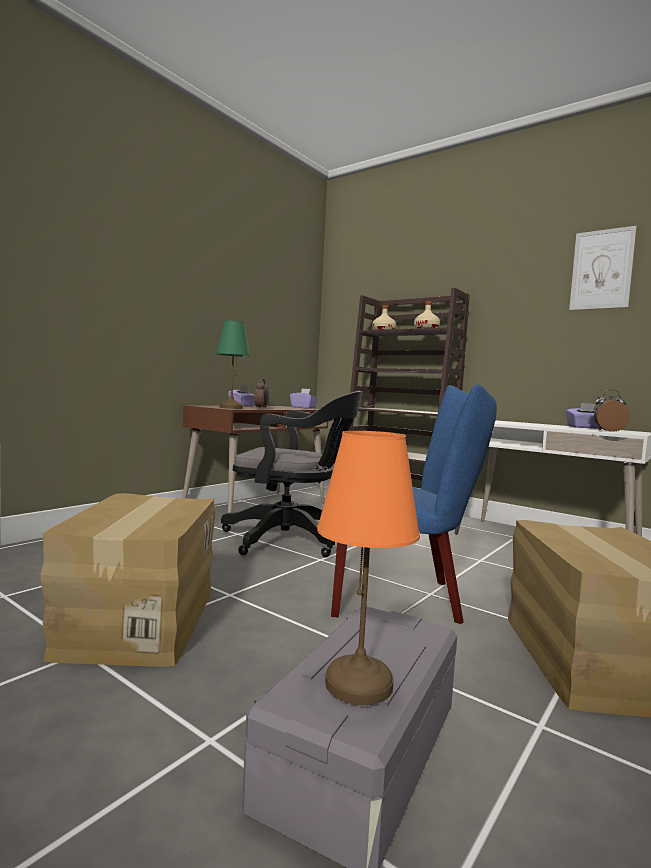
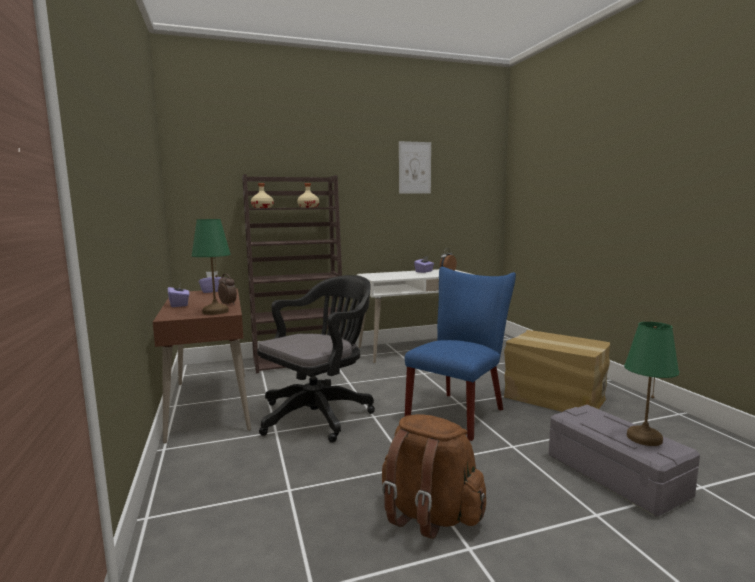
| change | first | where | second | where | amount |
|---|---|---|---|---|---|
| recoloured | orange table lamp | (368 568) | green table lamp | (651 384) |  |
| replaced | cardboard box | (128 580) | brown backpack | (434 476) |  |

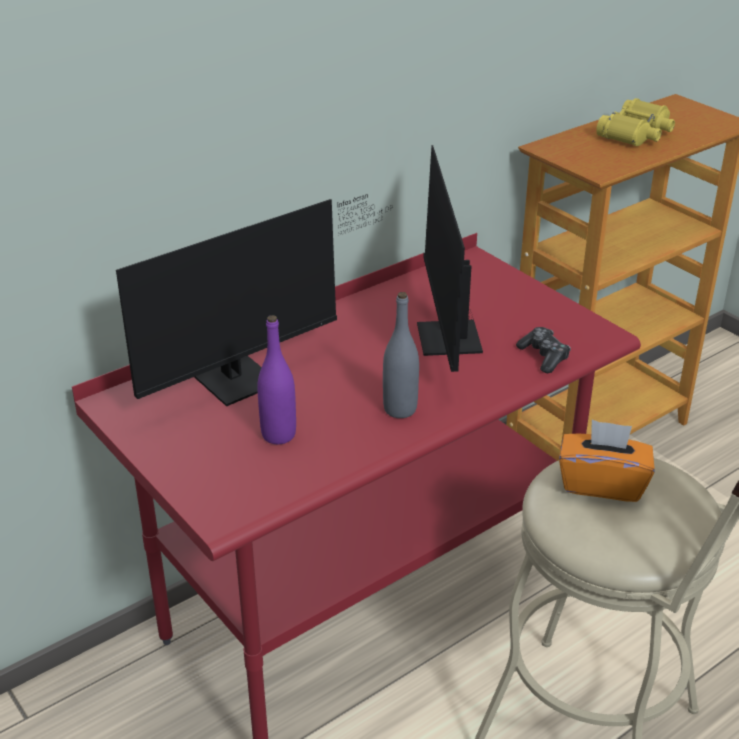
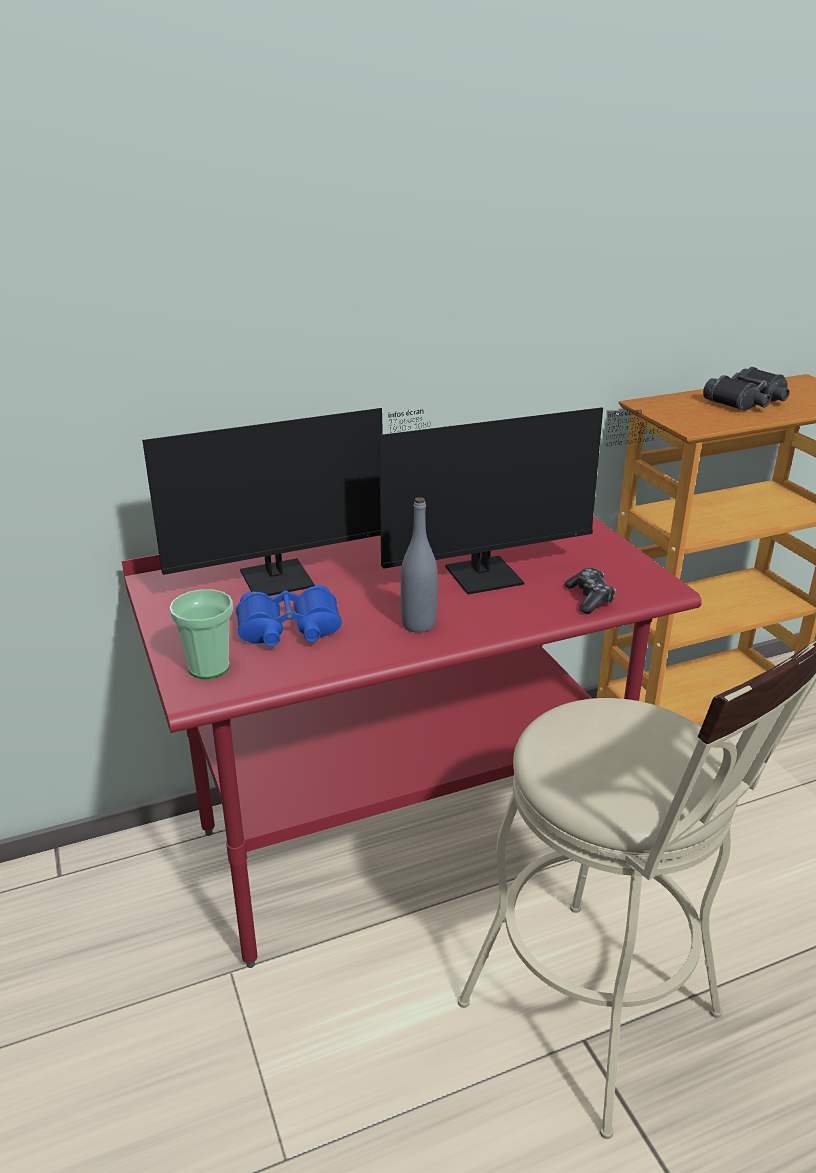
| change | first | where | second | where | amount |
|---|---|---|---|---|---|
| recoloured | yellow binoculars | (635 122) | black binoculars | (746 389) |  |
| turned | monitor | (450 258) |  | (522 501) | 120 degrees counterclockwise |
| replaced | purple bottle | (276 379) | blue binoculars | (289 615) |  |
| removed | orange tissue box | (607 460) |  |  |  |
| added |  |  | cup | (201 634) |  |

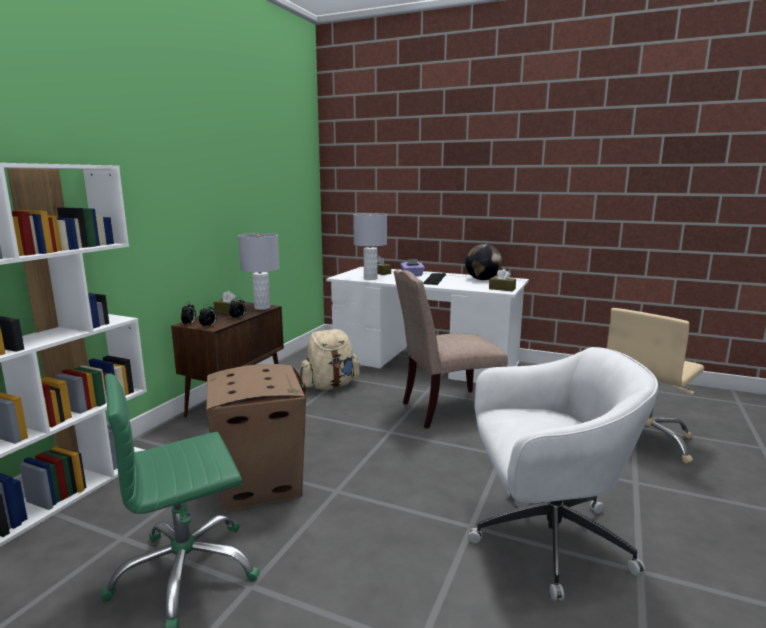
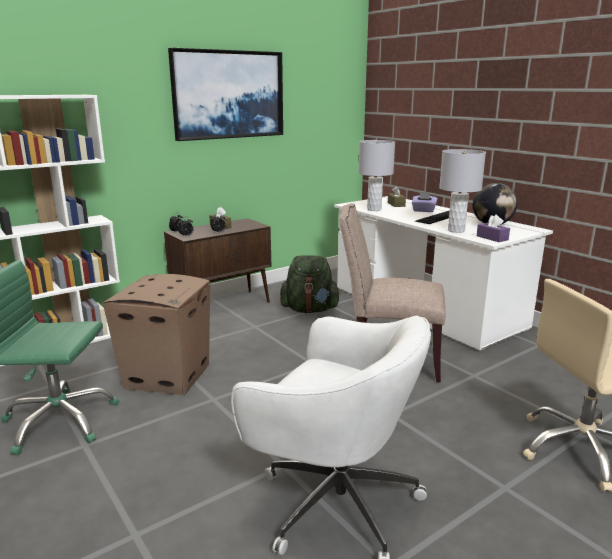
| change | first | where | second | where | amount |
|---|---|---|---|---|---|
| moved | grey table lamp | (259 271) |  | (462 191) |  |
| recoloured | brown tissue box | (502 280) | purple tissue box | (493 228) |  |
| recoloured | beige backpack | (330 359) | green backpack | (310 284) |  |
| added |  |  | picture | (225 94) |  |

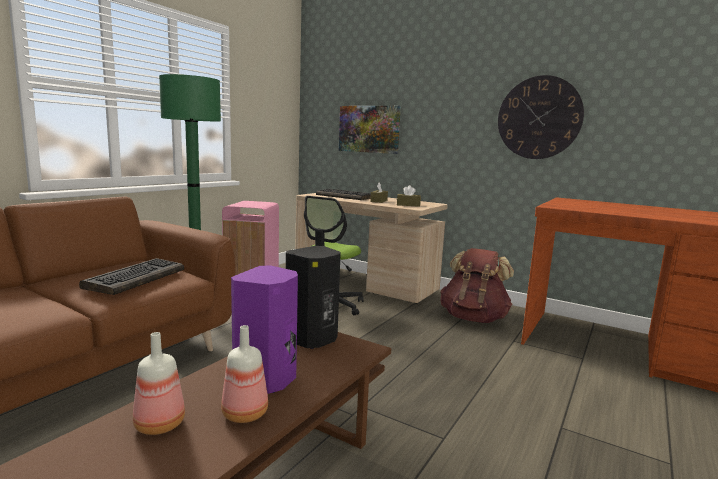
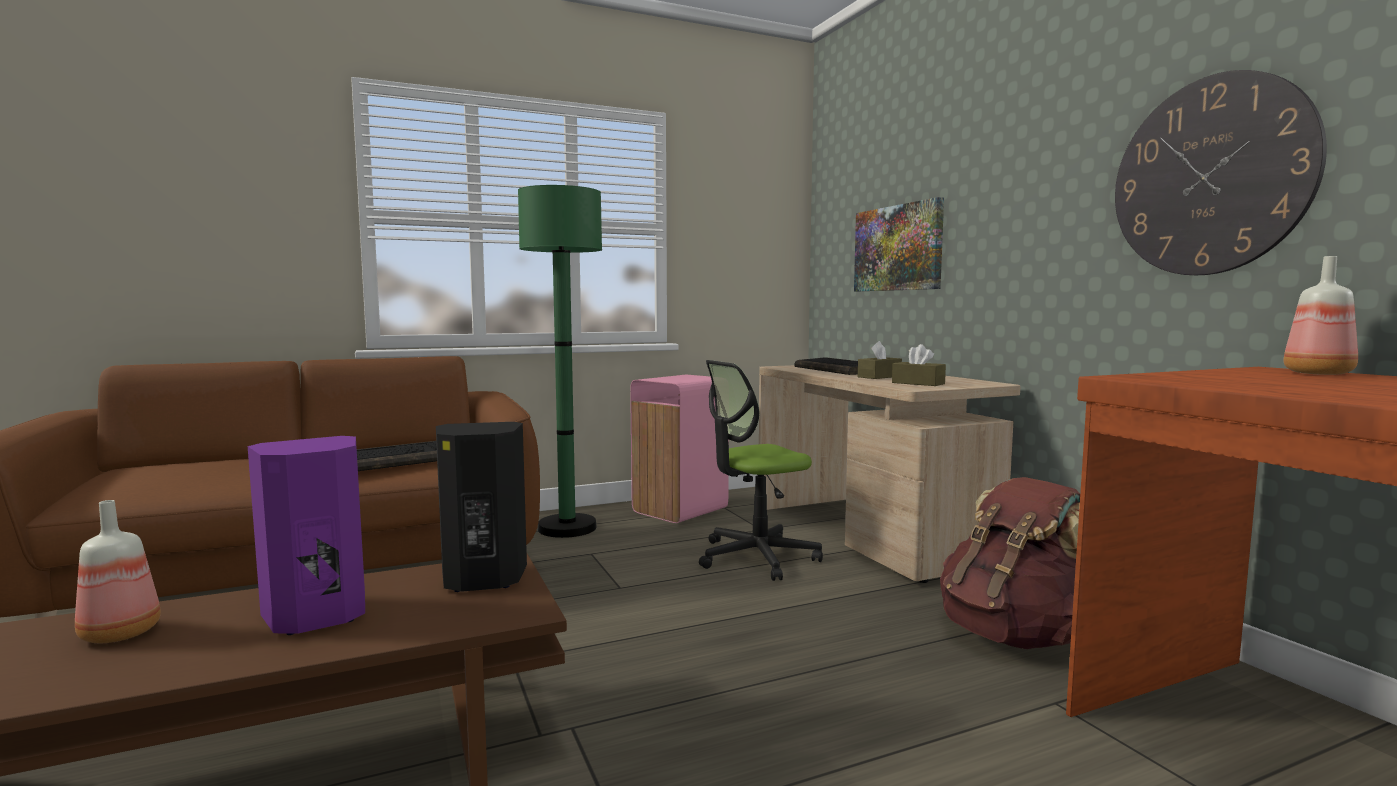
| change | first | where | second | where | amount |
|---|---|---|---|---|---|
| moved | bottle | (244 374) |  | (1320 315) |  |

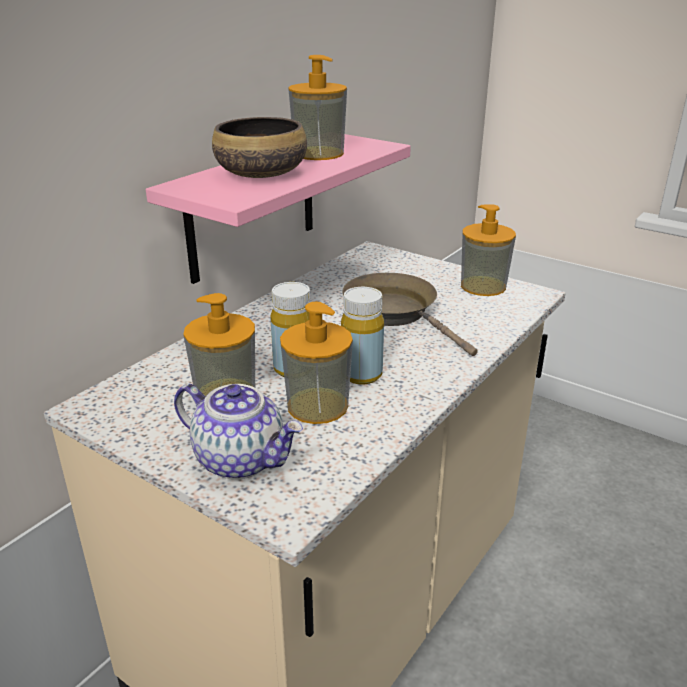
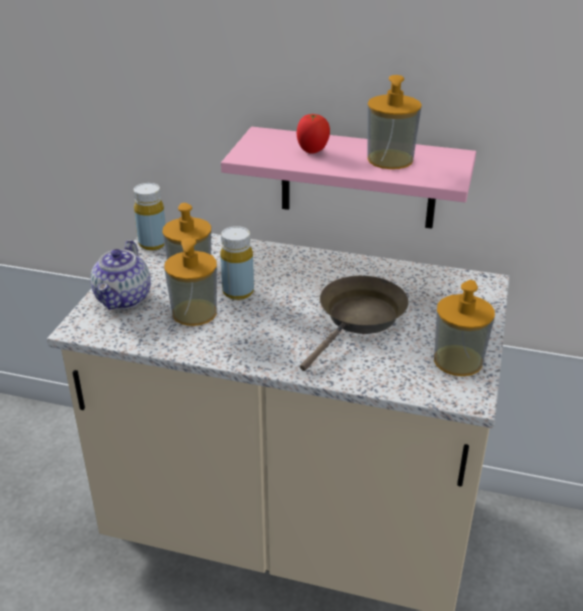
| change | first | where | second | where | amount |
|---|---|---|---|---|---|
| replaced | bowl | (259 147) | tomato | (313 134) |  |
| moved | yellow bottle | (362 336) |  | (150 216) |  |

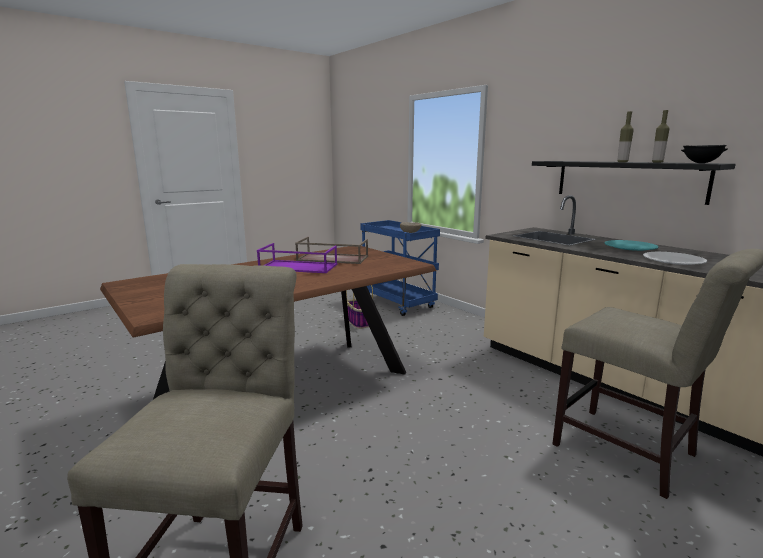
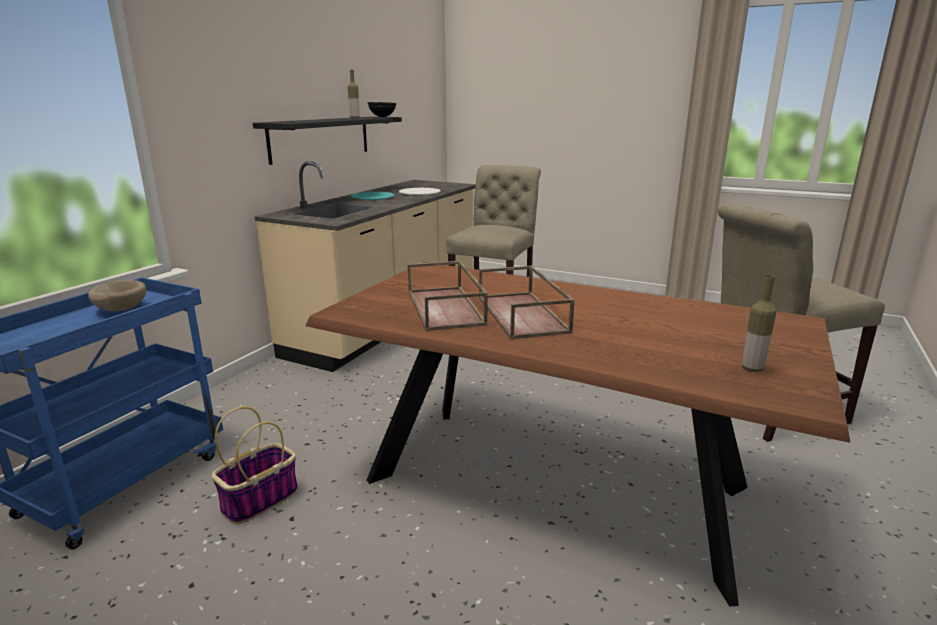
| change | first | where | second | where | amount |
|---|---|---|---|---|---|
| moved | bottle | (625 136) |  | (759 323) |  |
| recoloured | purple tray | (297 258) | brown tray | (527 302) |  |

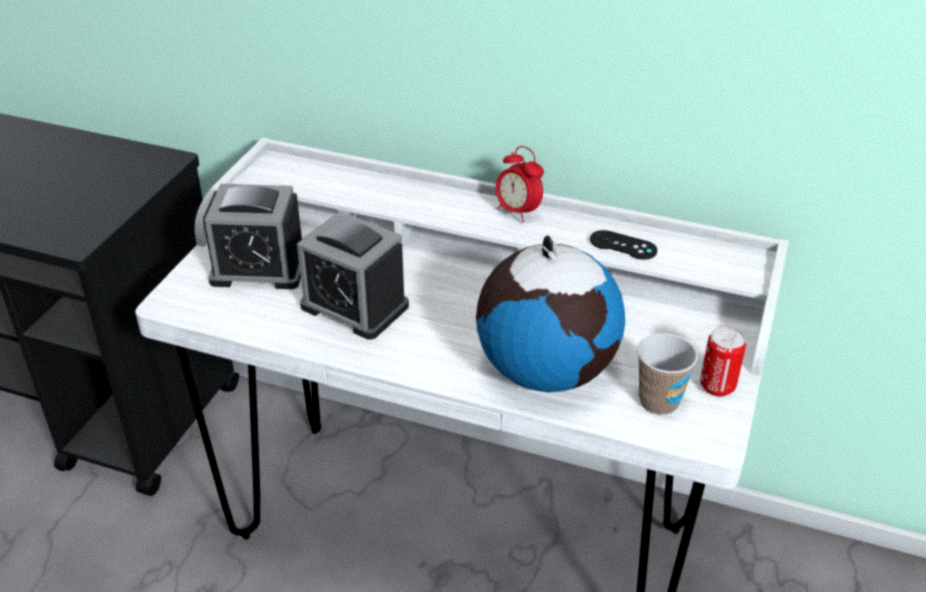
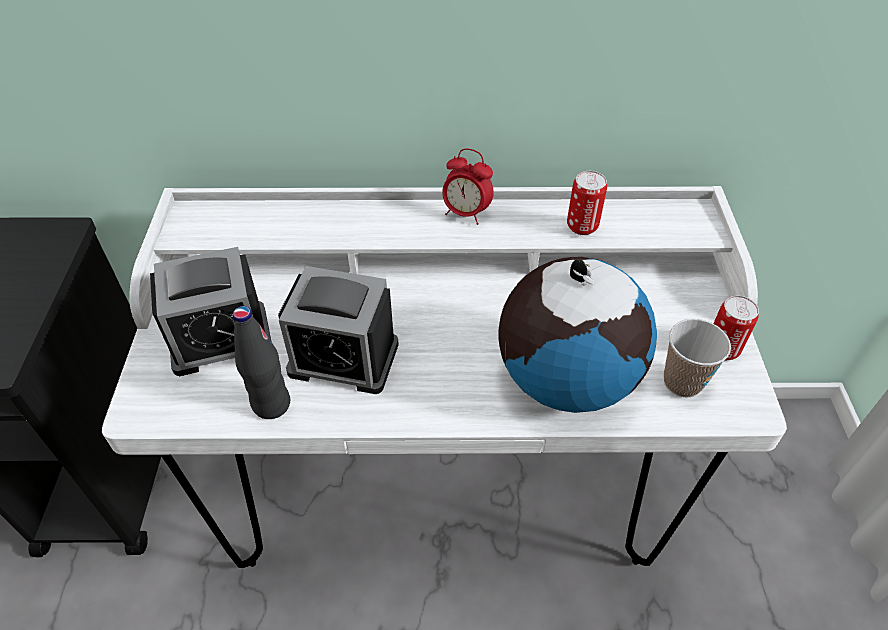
| change | first | where | second | where | amount |
|---|---|---|---|---|---|
| replaced | black game controller | (623 245) | can | (587 203) |  |
| added |  |  | black bottle | (261 362) |  |

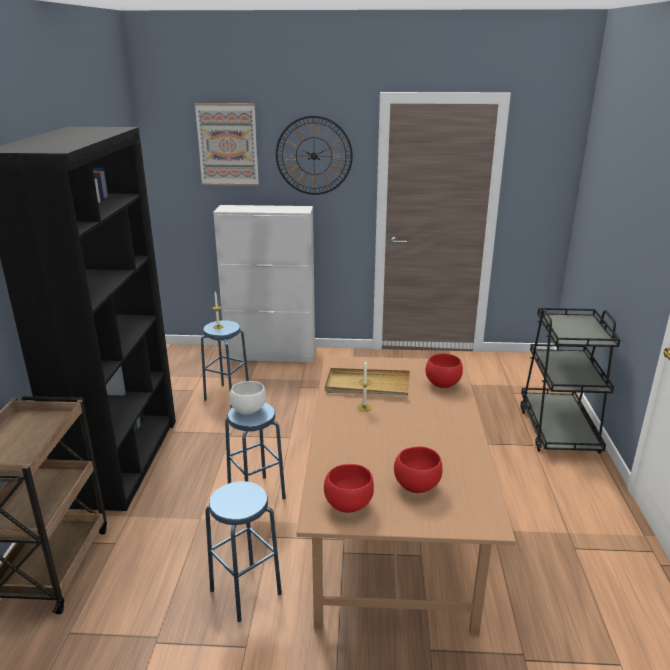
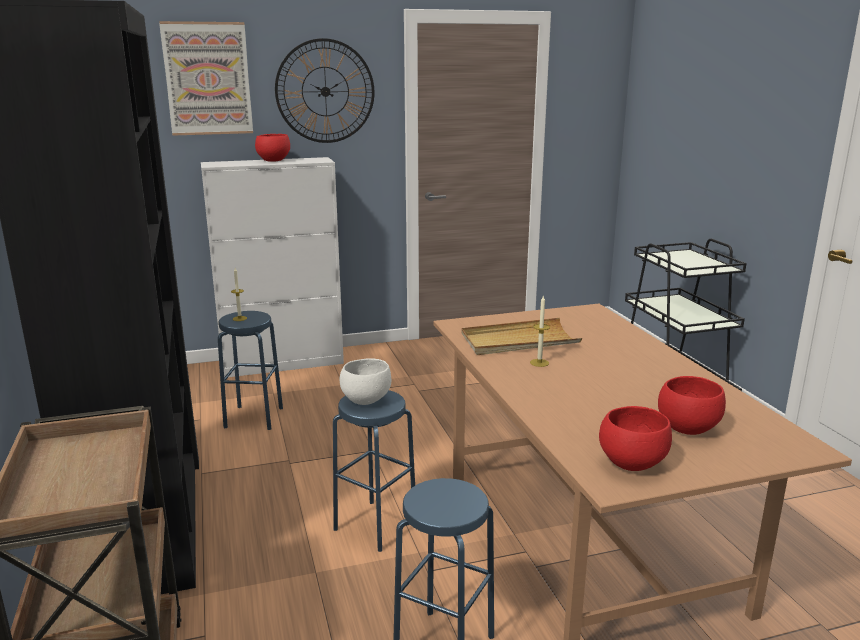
| change | first | where | second | where | amount |
|---|---|---|---|---|---|
| moved | red bowl | (444 370) |  | (272 148) |  |

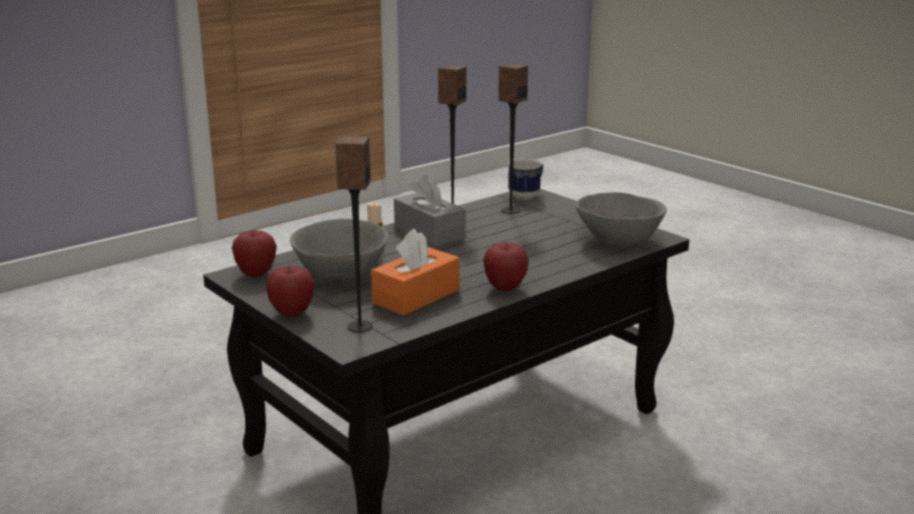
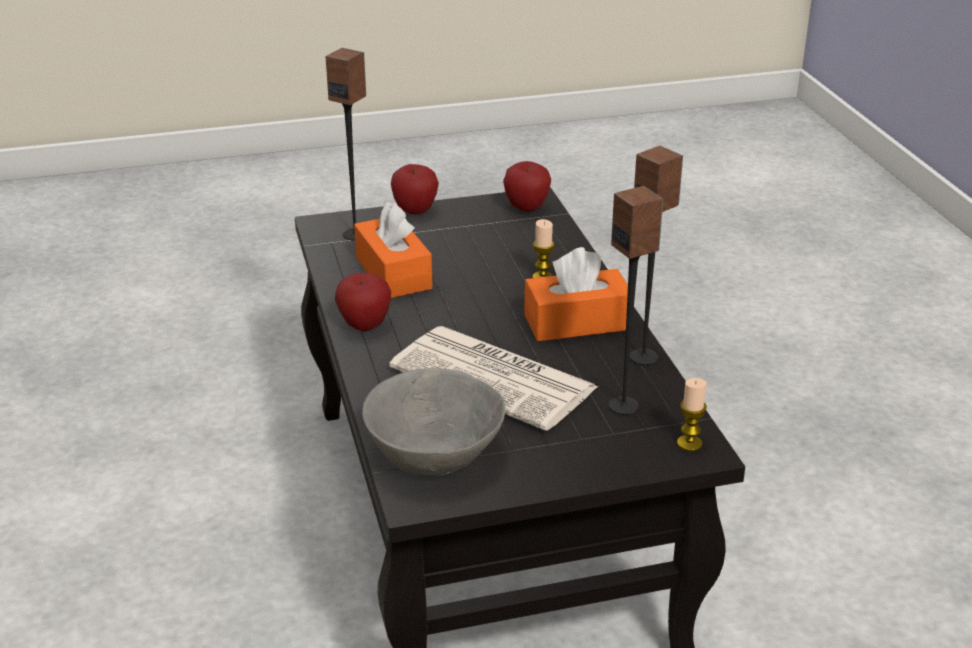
| change | first | where | second | where | amount |
|---|---|---|---|---|---|
| replaced | mug | (525 179) | candle | (692 415) |  |
| recoloured | grey tissue box | (430 211) | orange tissue box | (576 294) |  |
| removed | grey bowl | (339 250) |  |  |  |
| added |  |  | newspaper | (493 378) |  |

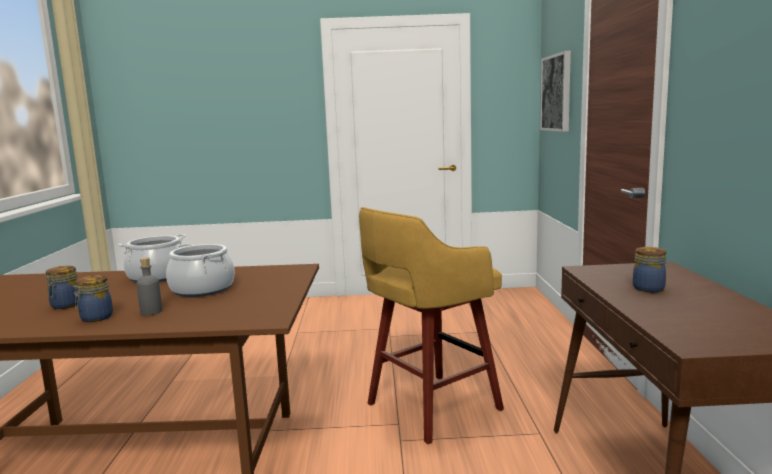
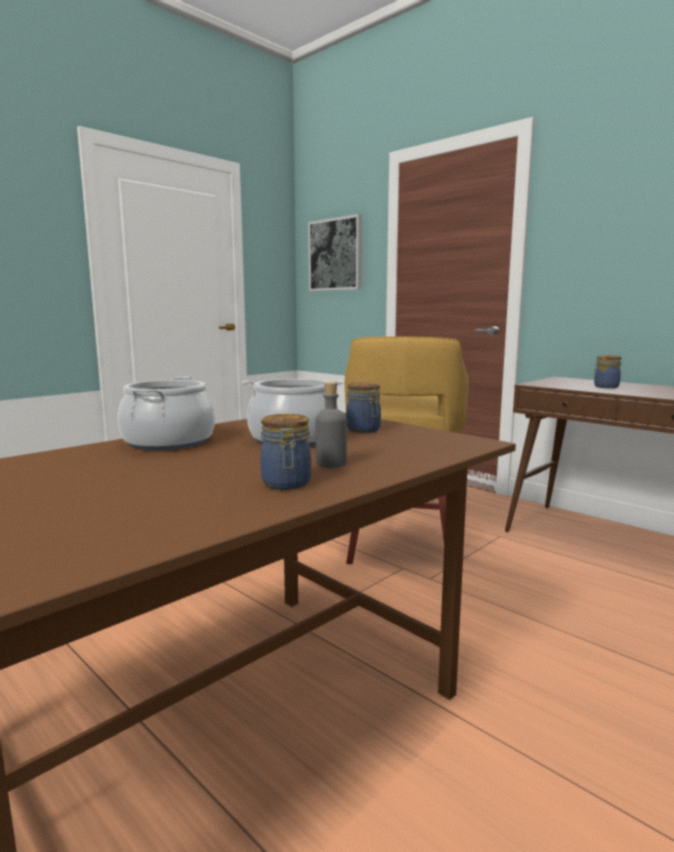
| change | first | where | second | where | amount |
|---|---|---|---|---|---|
| moved | jar | (62 287) |  | (363 407) |  |

